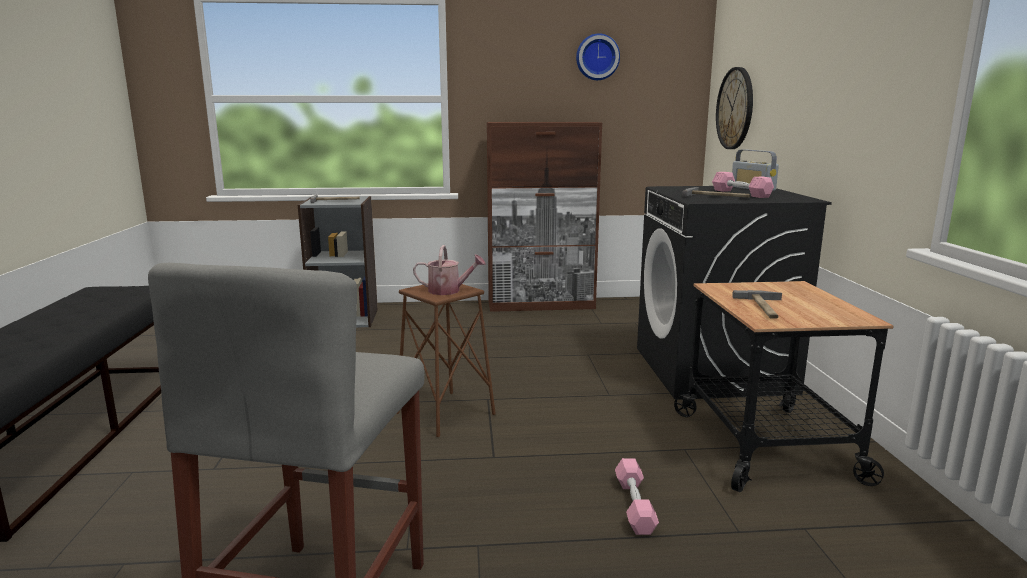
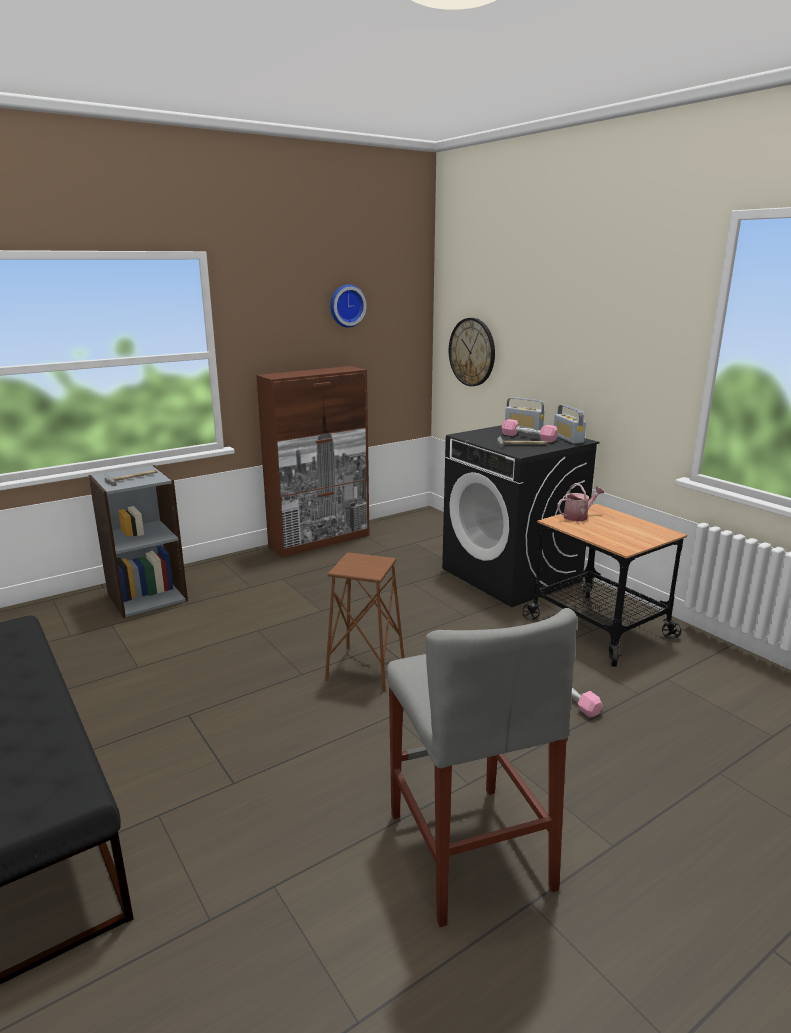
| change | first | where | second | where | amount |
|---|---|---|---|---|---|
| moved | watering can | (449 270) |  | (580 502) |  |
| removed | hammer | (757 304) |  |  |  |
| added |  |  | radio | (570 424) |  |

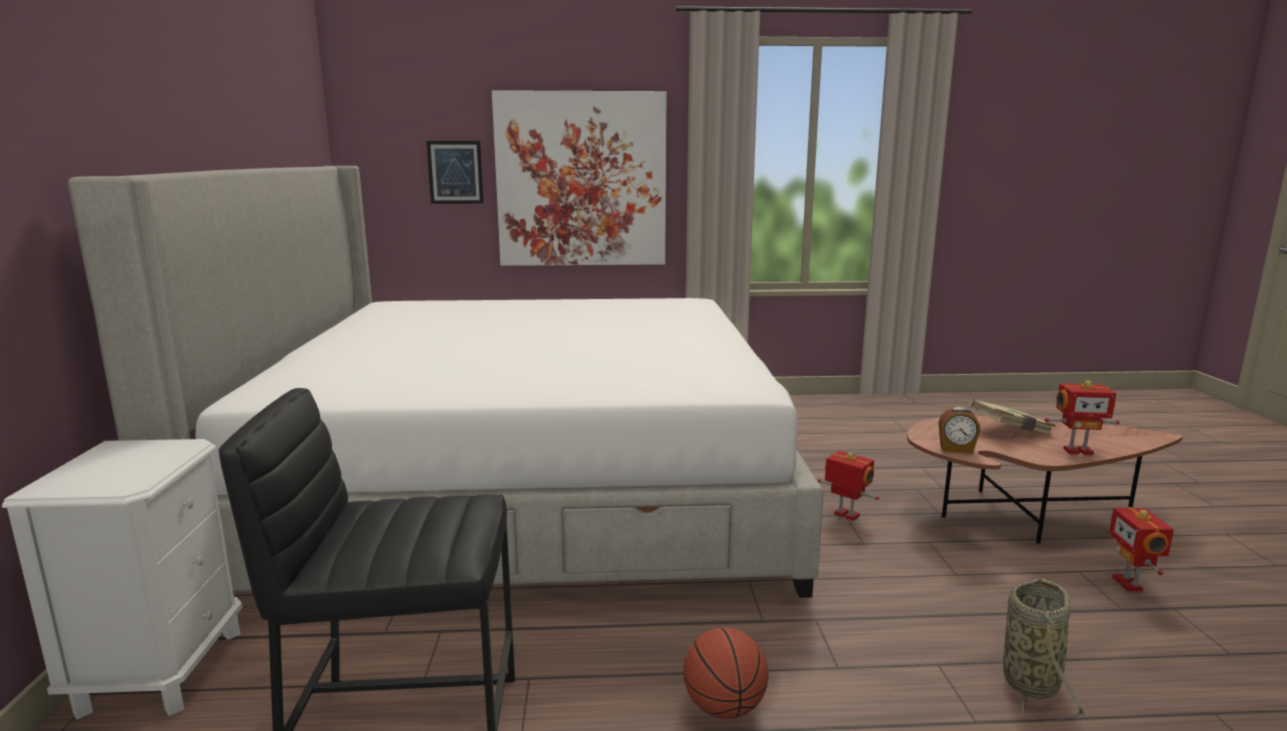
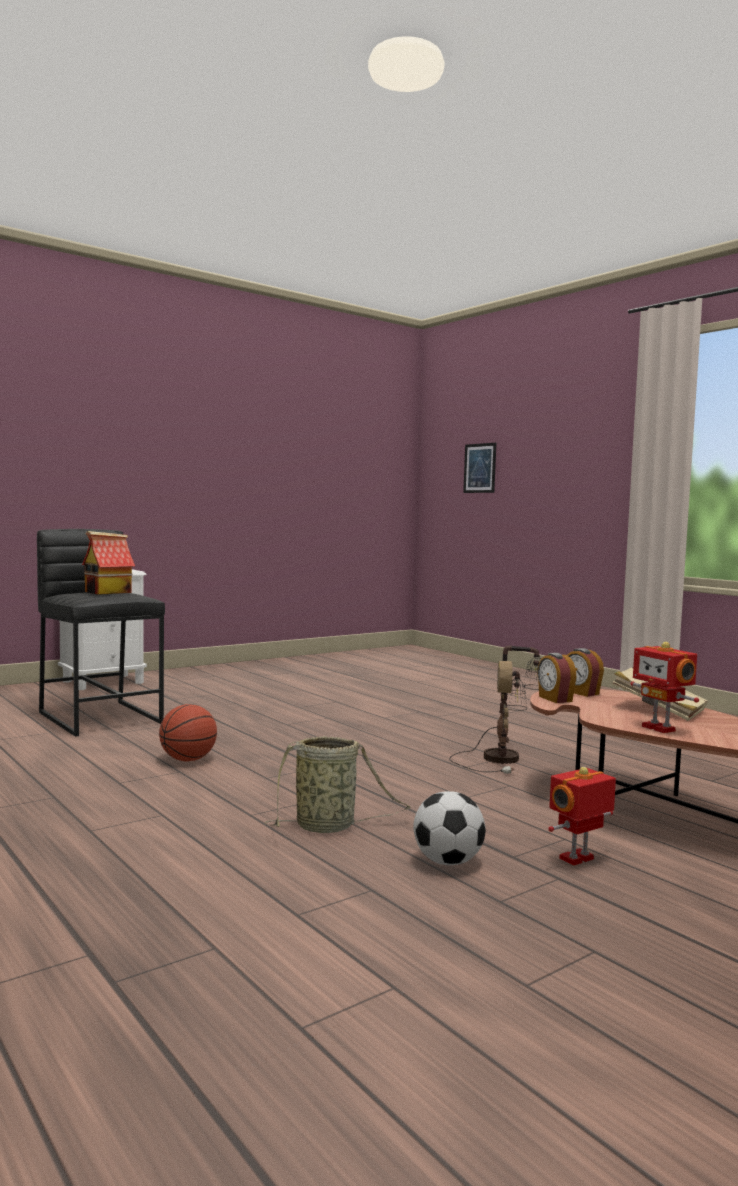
| change | first | where | second | where | amount |
|---|---|---|---|---|---|
| removed | picture | (579 178) |  |  |  |
| removed | bed | (446 382) |  |  |  |
| replaced | toy robot | (848 486) | table lamp | (495 709) |  |
| added |  |  | toy house | (108 563) |  |
| added |  |  | alarm clock | (585 672) |  |
| added |  |  | football | (449 828) |  |

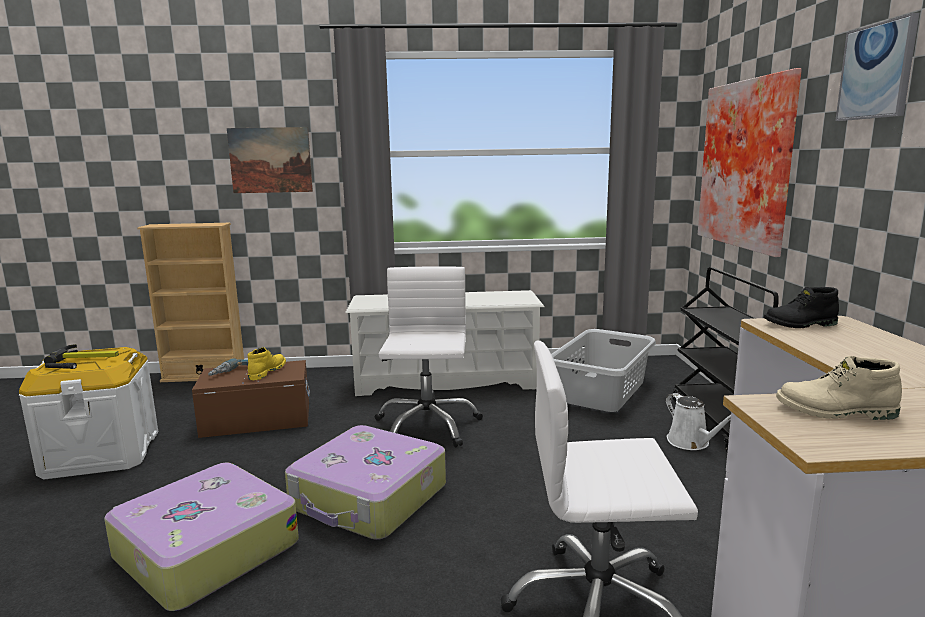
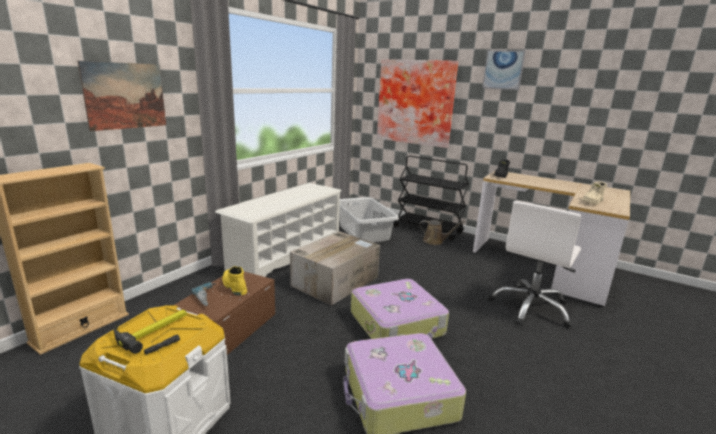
| change | first | where | second | where | amount |
|---|---|---|---|---|---|
| replaced | white office chair | (429 356) | cardboard box | (335 268) |  |
| recoloured | white watering can | (698 421) | brown watering can | (442 232) |  |

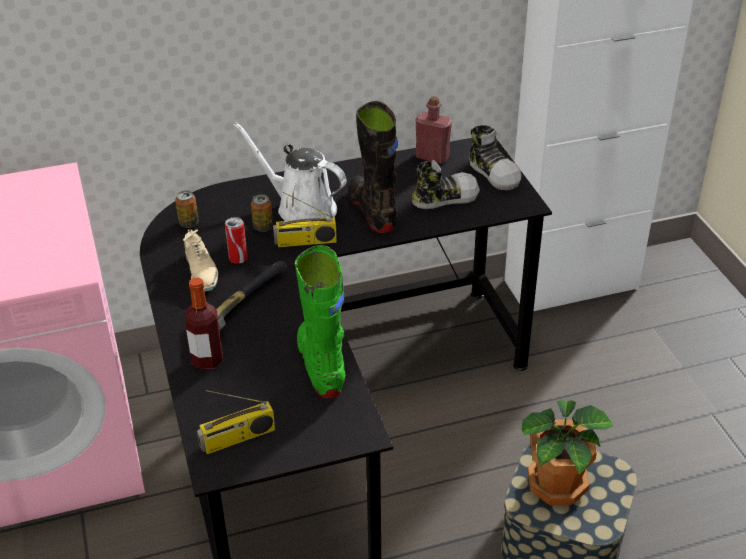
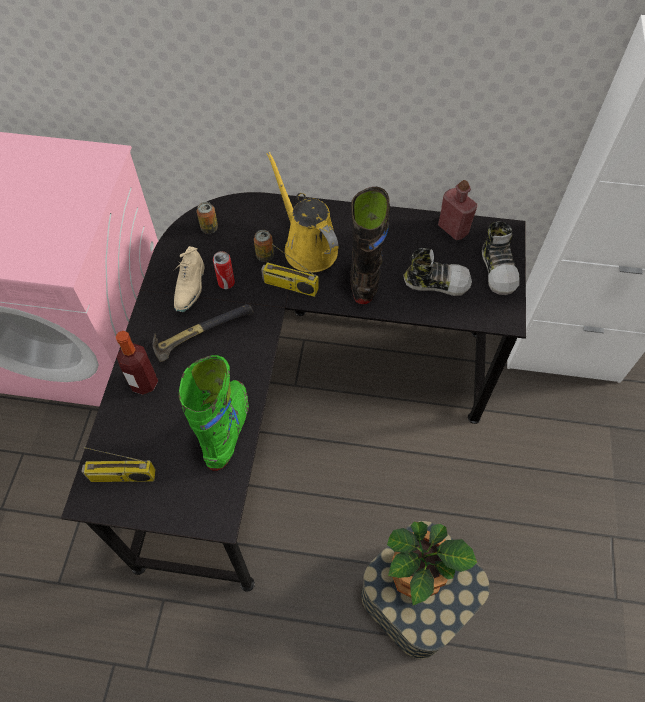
| change | first | where | second | where | amount |
|---|---|---|---|---|---|
| recoloured | white watering can | (290 171) | yellow watering can | (302 212) |  |

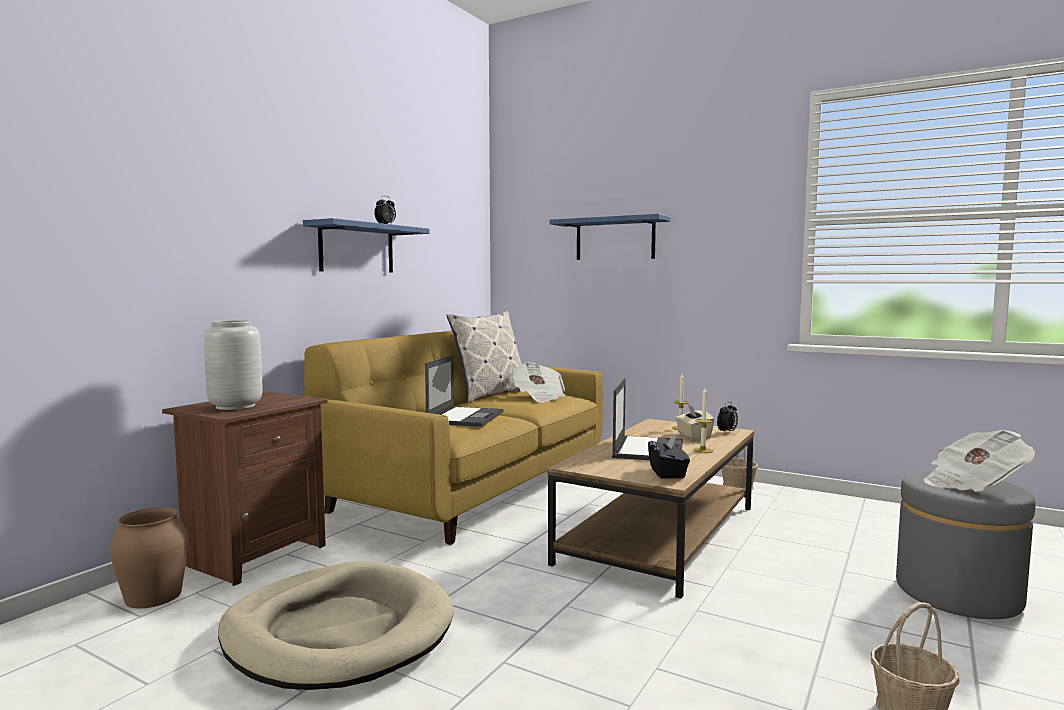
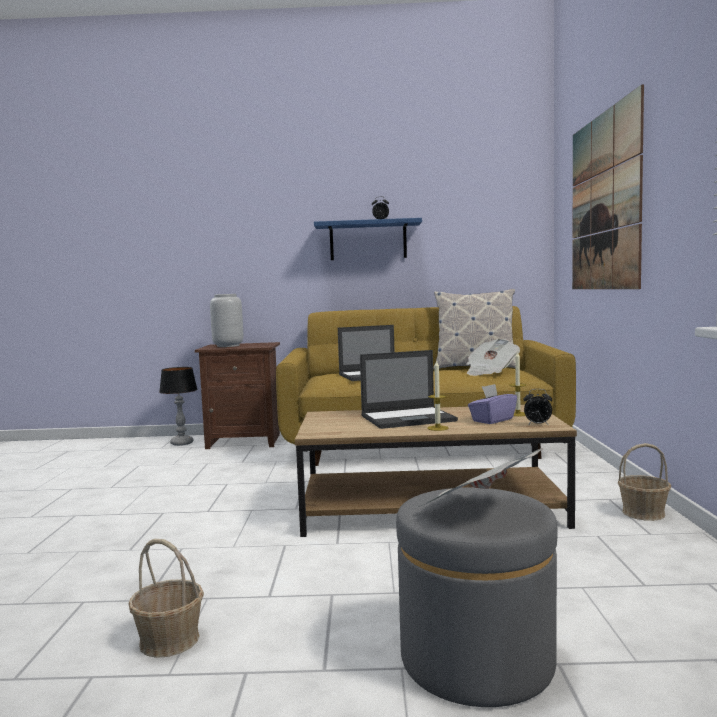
| change | first | where | second | where | amount |
|---|---|---|---|---|---|
| replaced | blue shelf | (610 237) | picture | (608 186) |  |
| recoloured | beige tissue box | (694 421) | purple tissue box | (492 404) |  |
| removed | black tissue box | (669 455) |  |  |  |
| replaced | brown vase | (149 557) | table lamp | (178 406) |  |
| removed | beige dog bed | (335 625) |  |  |  |

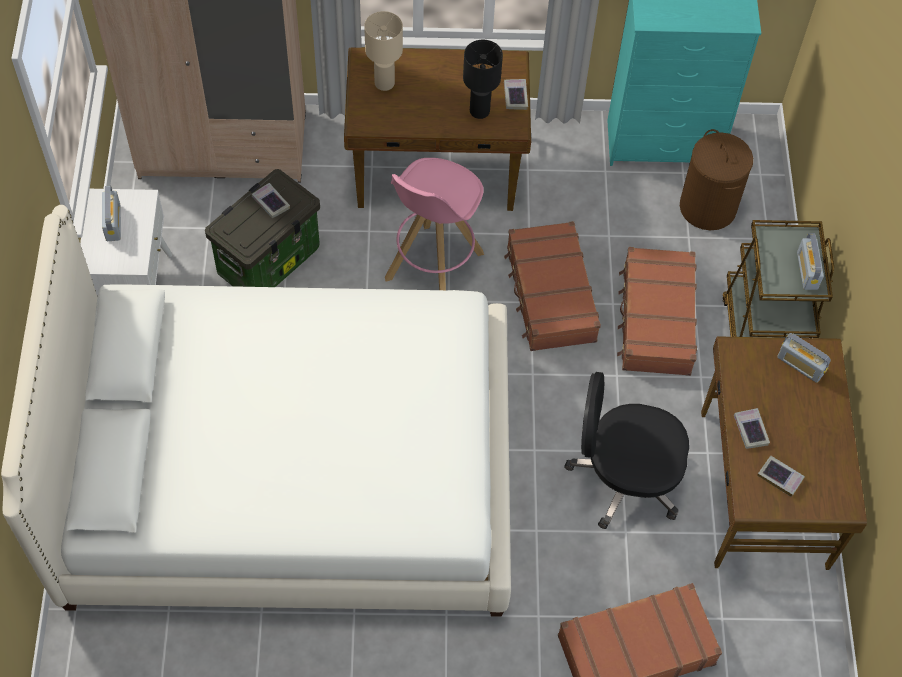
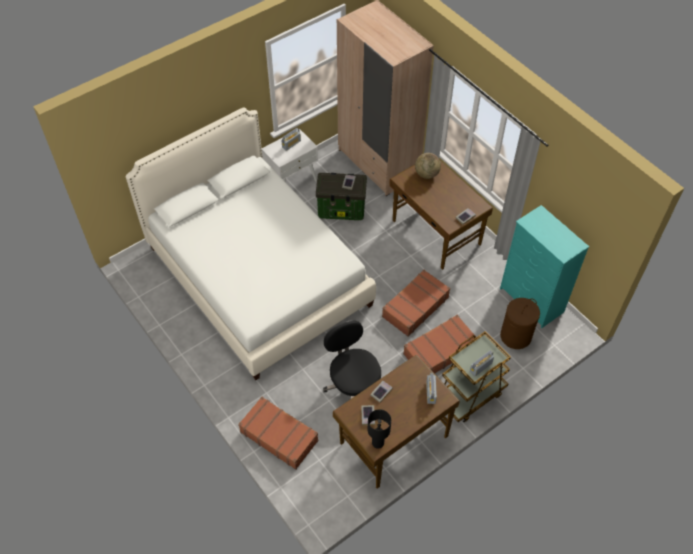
| change | first | where | second | where | amount |
|---|---|---|---|---|---|
| replaced | beige table lamp | (383 51) | globe | (428 166) |  |
| moved | black table lamp | (483 79) |  | (379 429) |  |
| removed | pink stool | (434 224) |  |  |  |

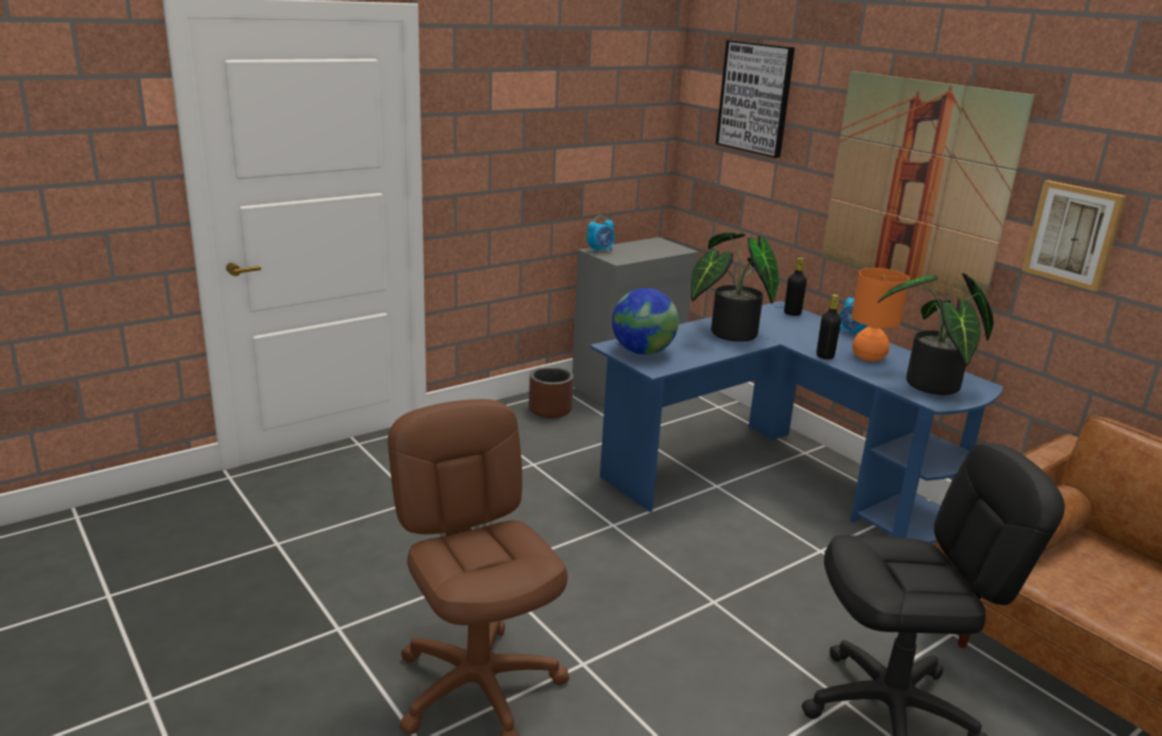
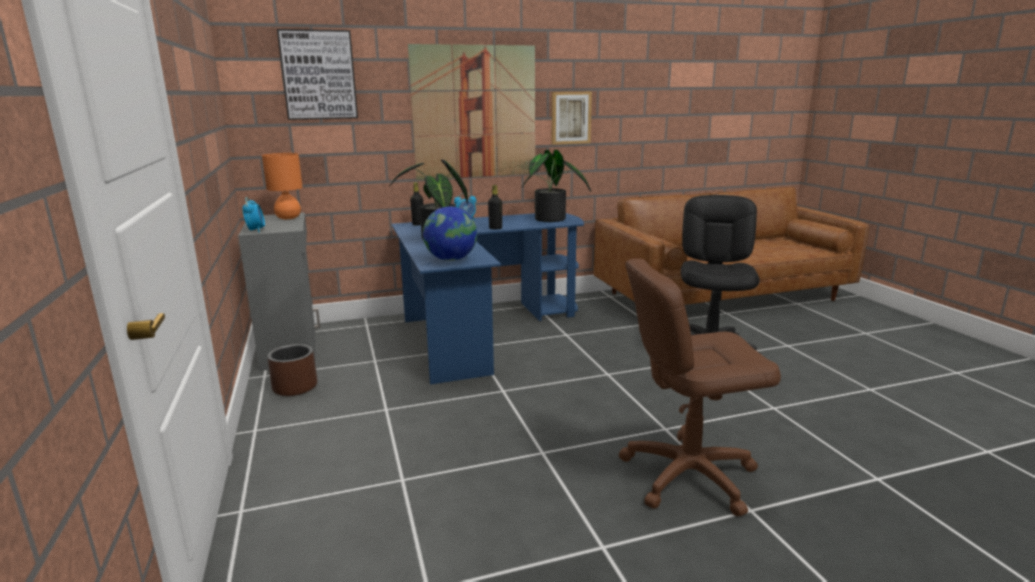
| change | first | where | second | where | amount |
|---|---|---|---|---|---|
| moved | orange table lamp | (880 315) |  | (282 186) |  |

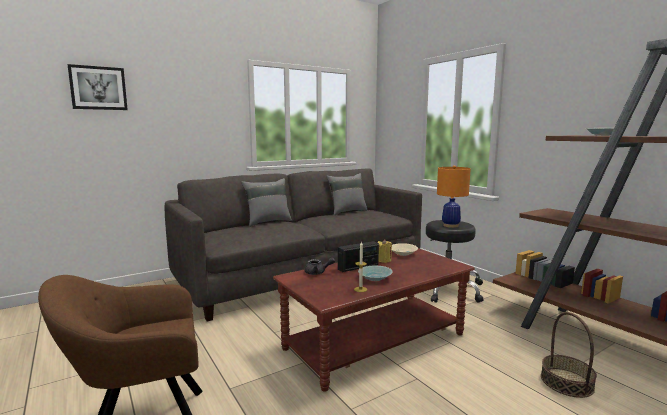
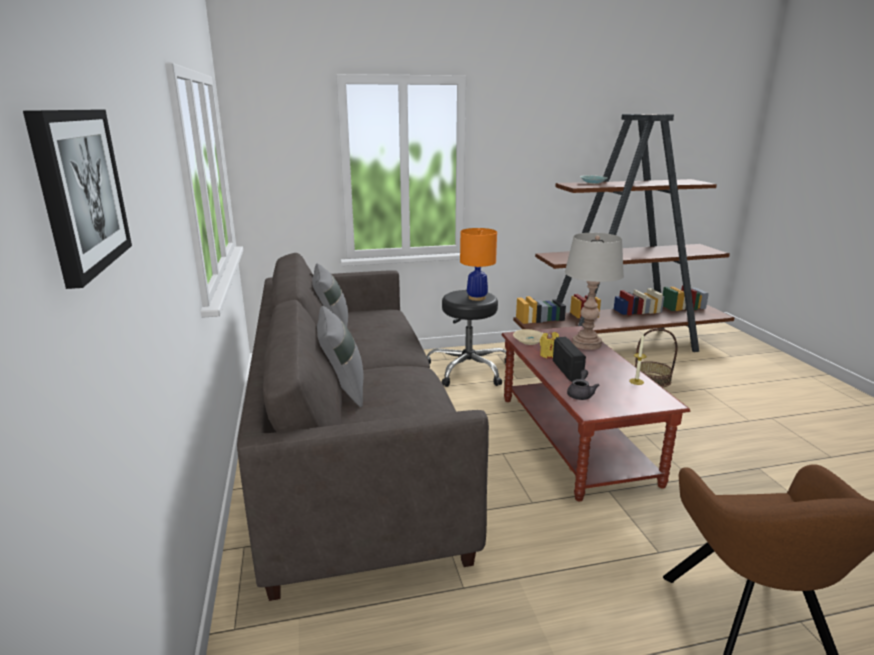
| change | first | where | second | where | amount |
|---|---|---|---|---|---|
| removed | turquoise bowl | (375 273) |  |  |  |
| added |  |  | grey table lamp | (594 291) |  |

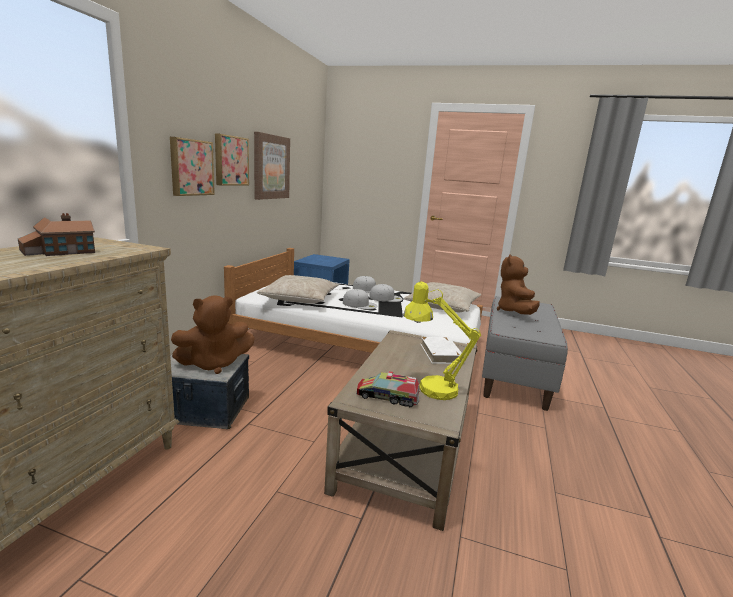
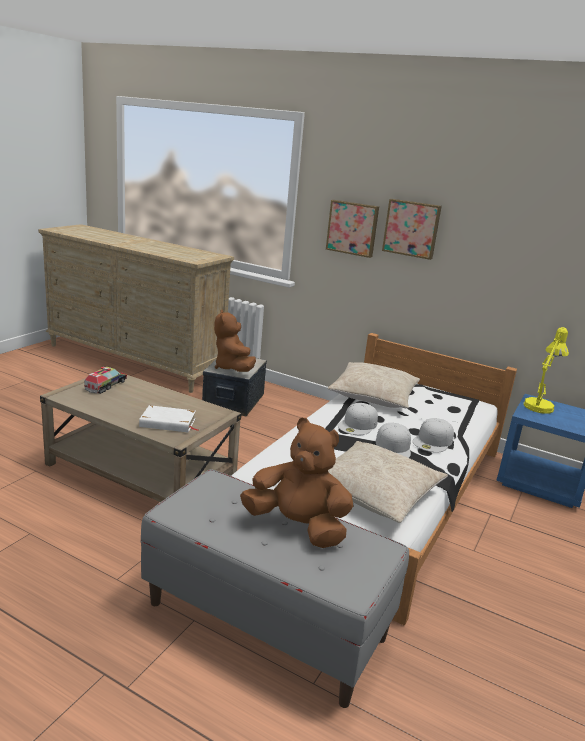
| change | first | where | second | where | amount |
|---|---|---|---|---|---|
| removed | picture | (272 166) |  |  |  |
| removed | toy house | (56 234) |  |  |  |
| moved | yellow table lamp | (442 340) |  | (546 370) |  |

